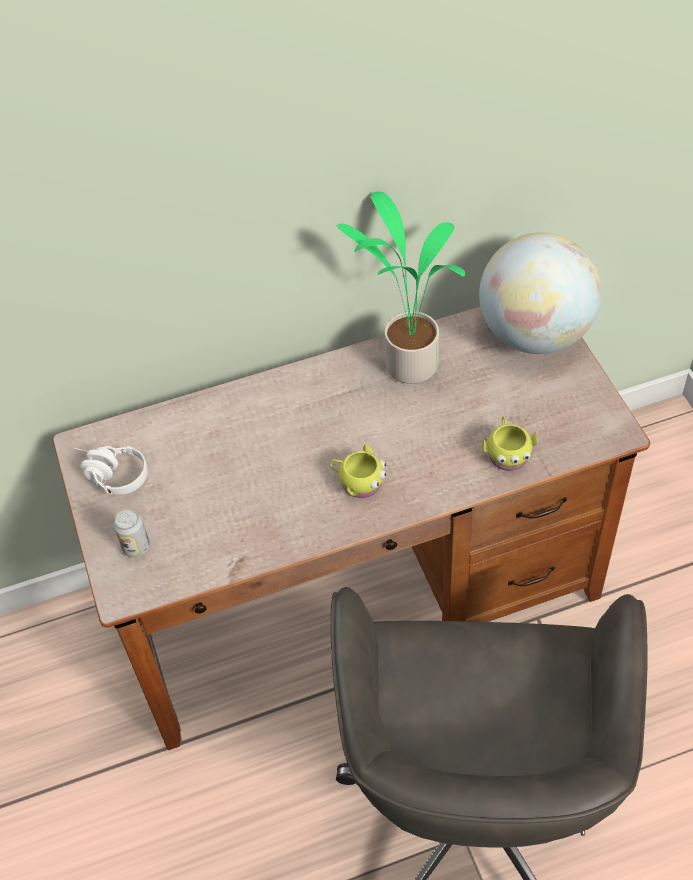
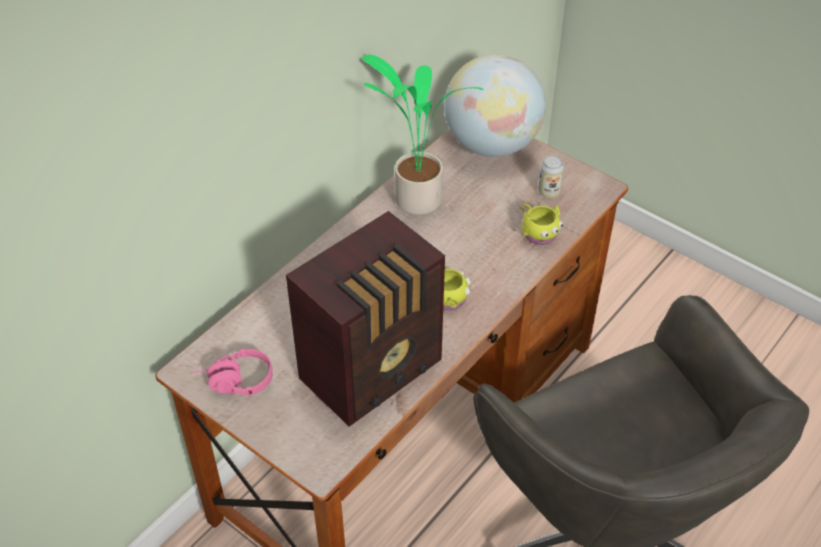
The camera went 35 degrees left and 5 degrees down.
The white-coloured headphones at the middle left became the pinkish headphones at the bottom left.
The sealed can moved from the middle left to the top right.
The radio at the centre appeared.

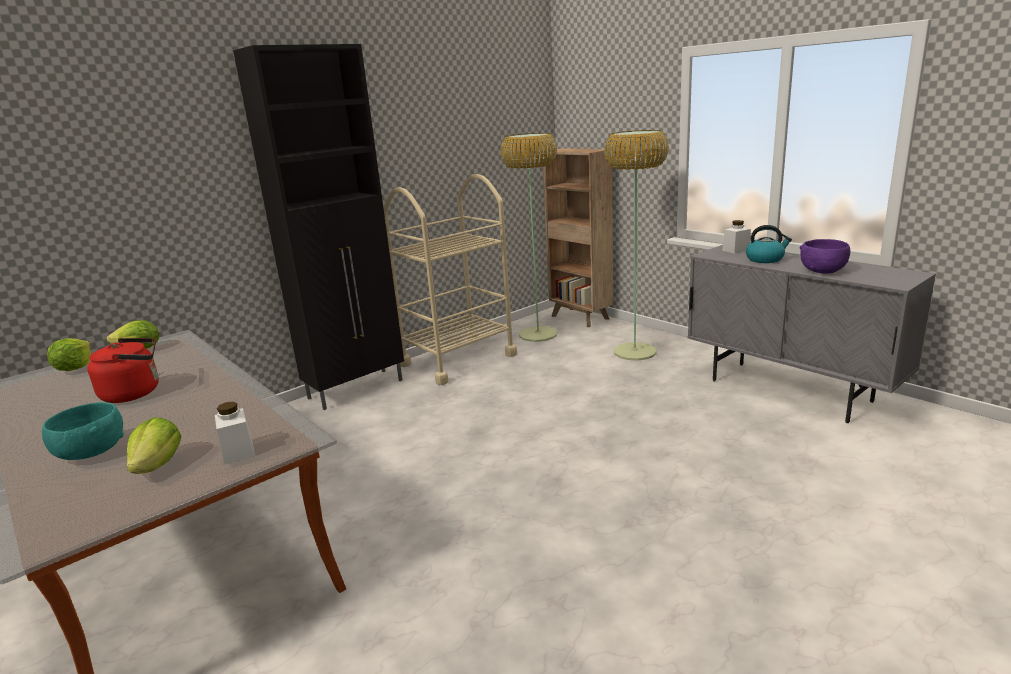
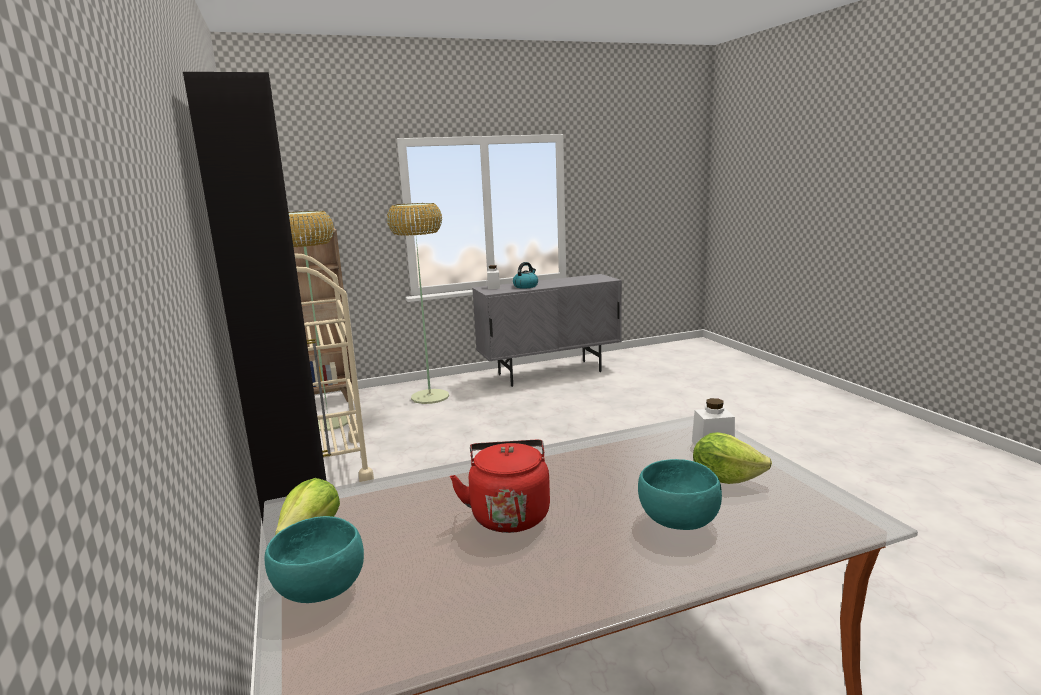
The camera went 70 degrees left and 5 degrees down.
The lettuce (1st from left) at the middle left was replaced by the turquoise deep dish (1st from left) at the bottom left.
The purplish deep dish at the middle right disappeared.

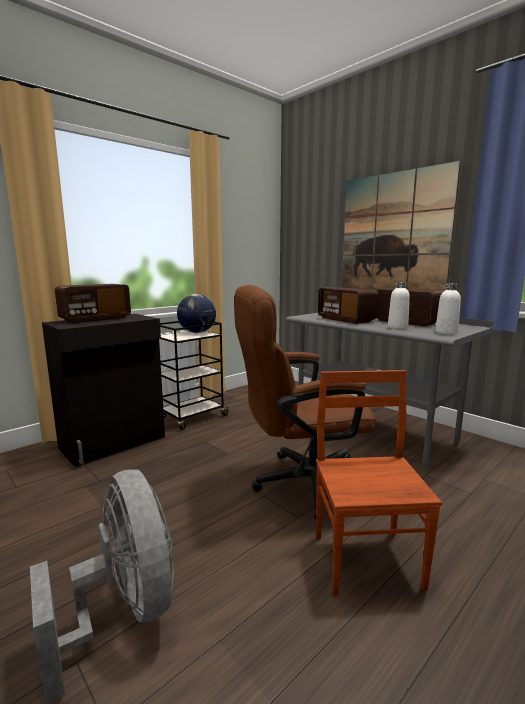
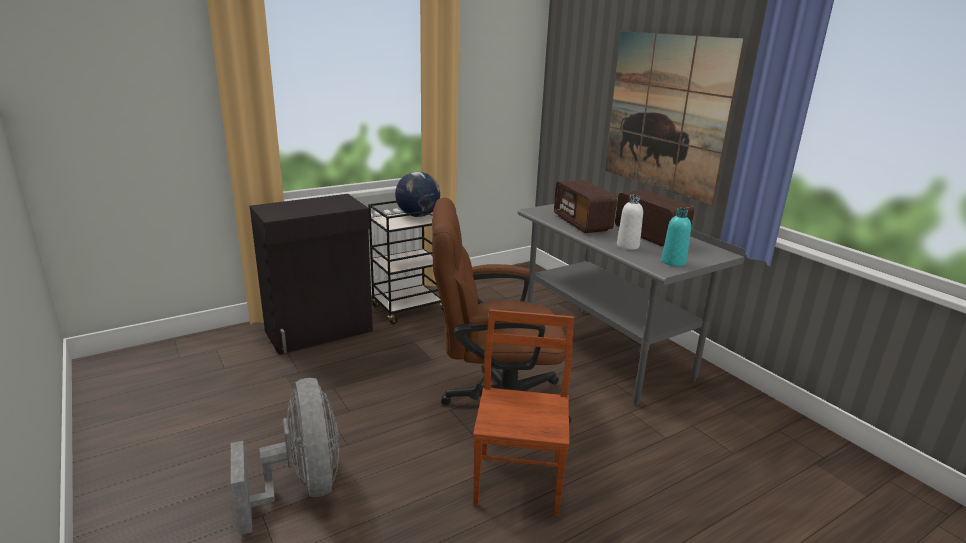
The camera went 10 degrees right and 10 degrees up.
The radio (1st from left) at the middle left disappeared.
The white-coloured beverage bottle (2nd from left) at the middle right became the turquoise beverage bottle at the middle right.

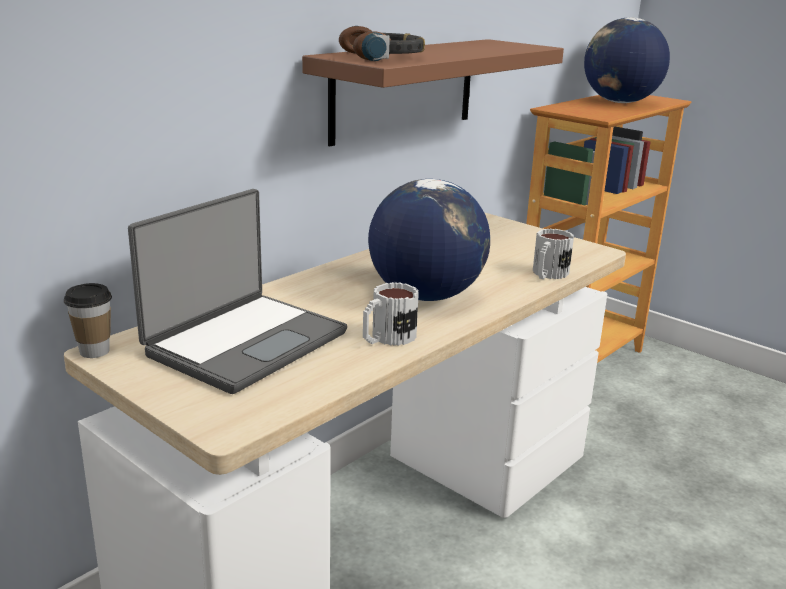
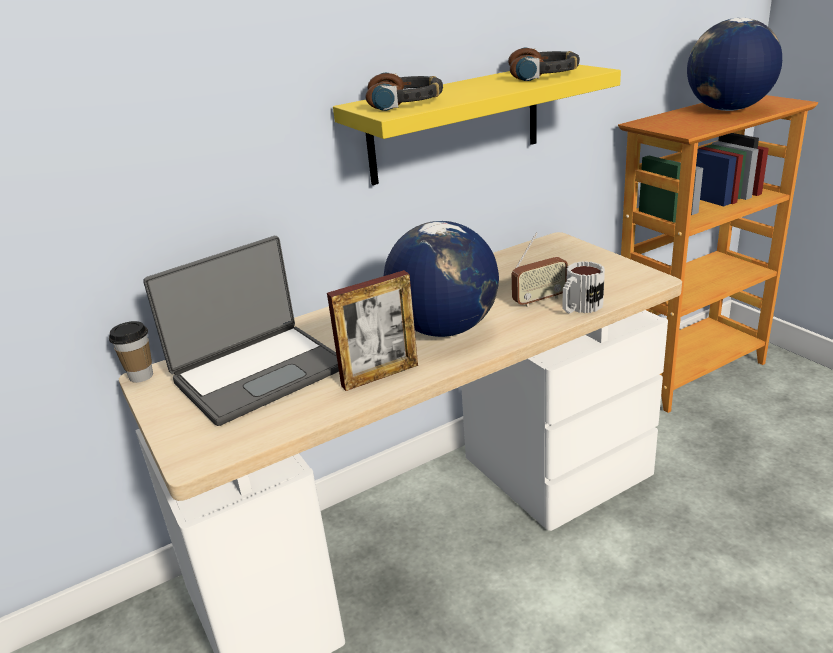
The camera went 20 degrees right and 5 degrees up.
The brown-coloured bracket shelf at the top centre became the yellow-coloured bracket shelf at the top centre.
The mug (1st from left) at the centre was replaced by the standing frame at the centre.
The headphones (2nd from left) at the top centre appeared.
The radio at the centre appeared.

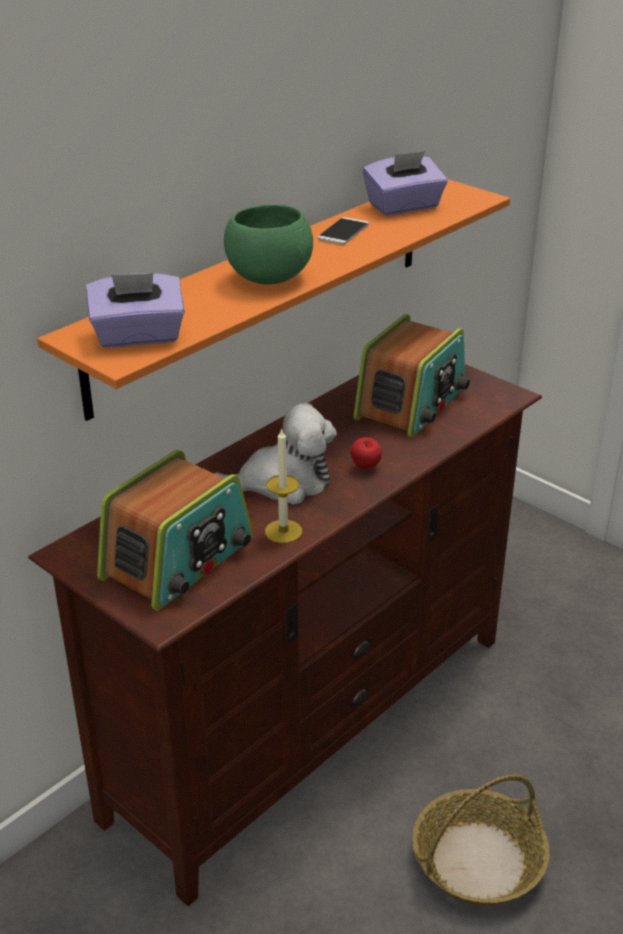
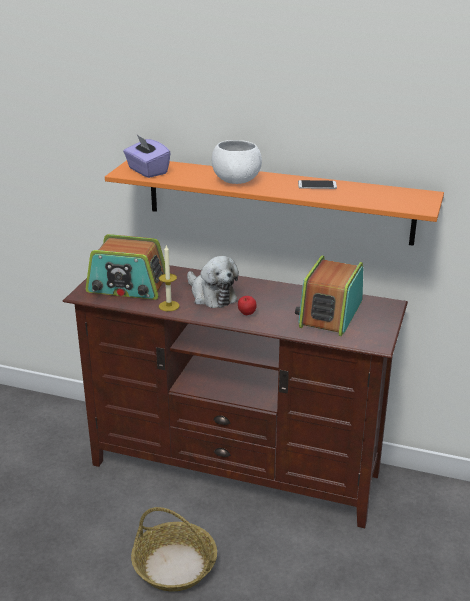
The camera went 65 degrees right and 5 degrees down.
The greenish deep dish at the top centre became the white-coloured deep dish at the top centre.
The radio (2nd from left) at the centre turned 105 degrees clockwise.
The purplish box of tissues (2nd from left) at the top centre disappeared.

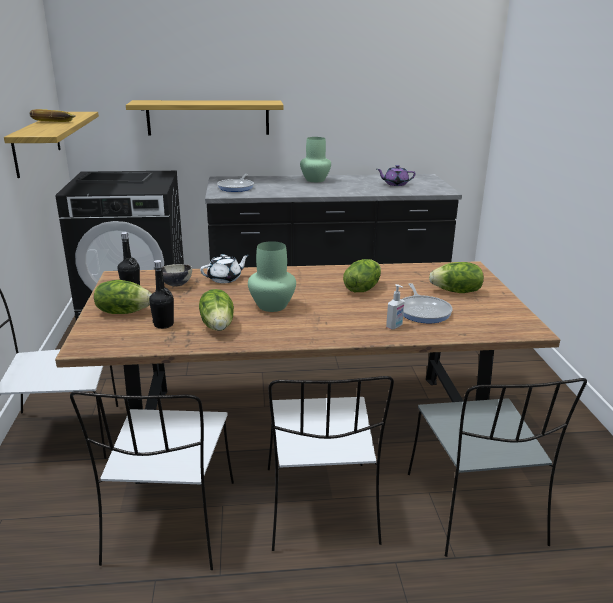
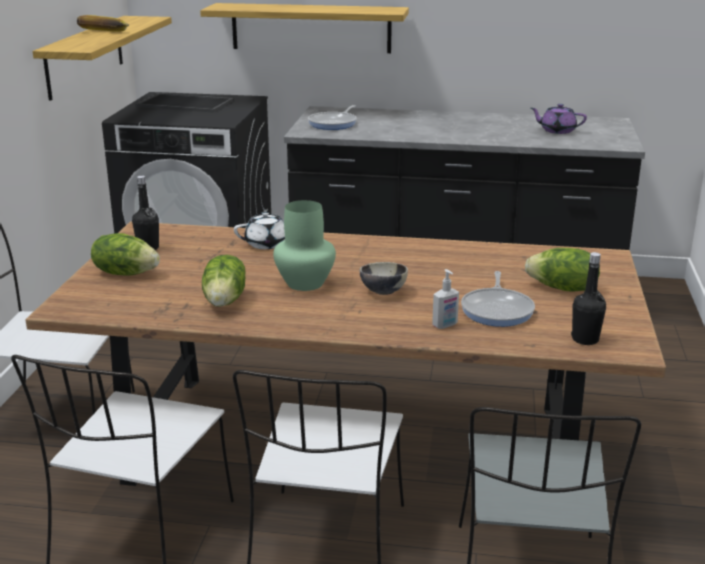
The camera went 15 degrees right and 0 degrees up.
The black-coloured beverage bottle (2nd from left) moved from the middle left to the middle right.
The deep dish moved from the middle left to the centre.
The greenish flower vase (2nd from left) at the top centre disappeared.
The lettuce (3rd from left) at the centre disappeared.

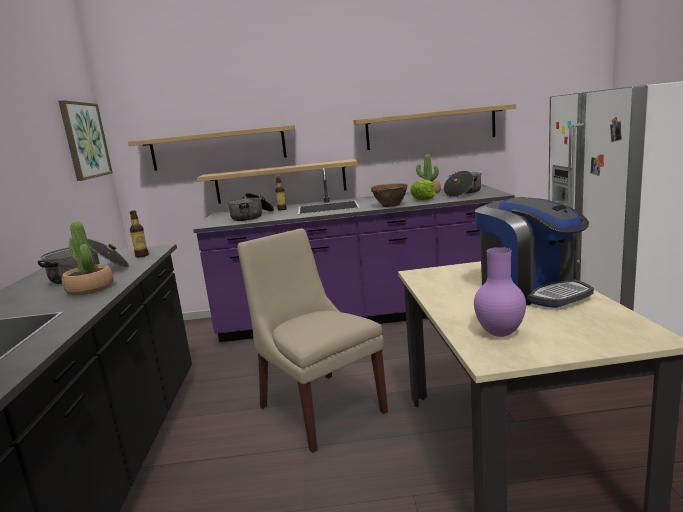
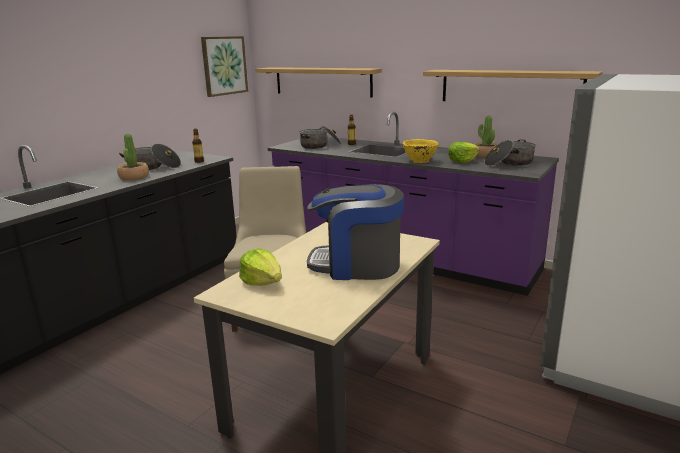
The camera went 35 degrees right and 5 degrees up.
The bracket shelf (2nd from left) at the centre disappeared.
The brown-coloured deep dish at the centre became the yellow-coloured deep dish at the centre.
The purplish flower vase at the middle right was replaced by the lettuce (1st from left) at the centre.
The coffee brewer at the middle right turned 90 degrees clockwise.

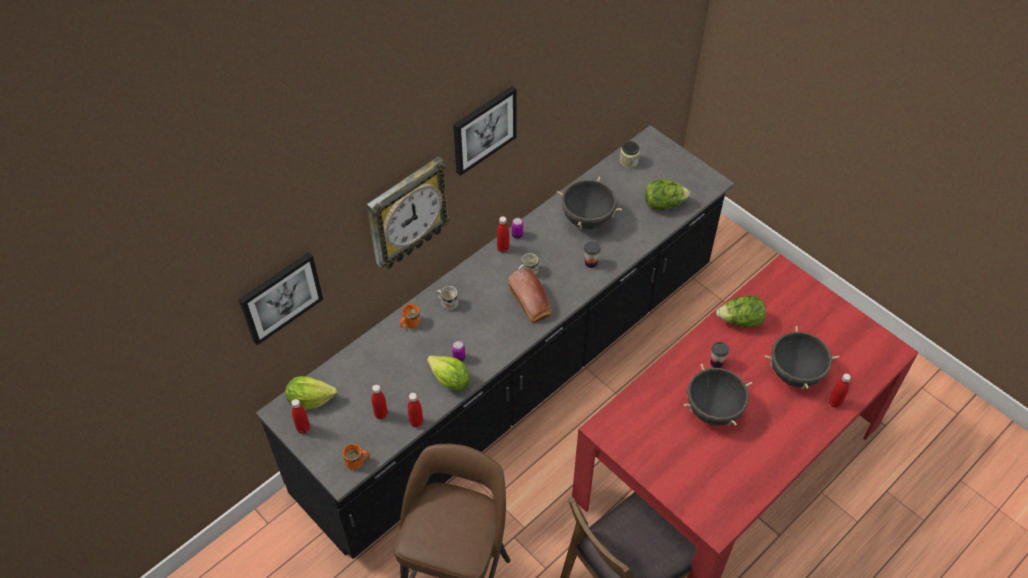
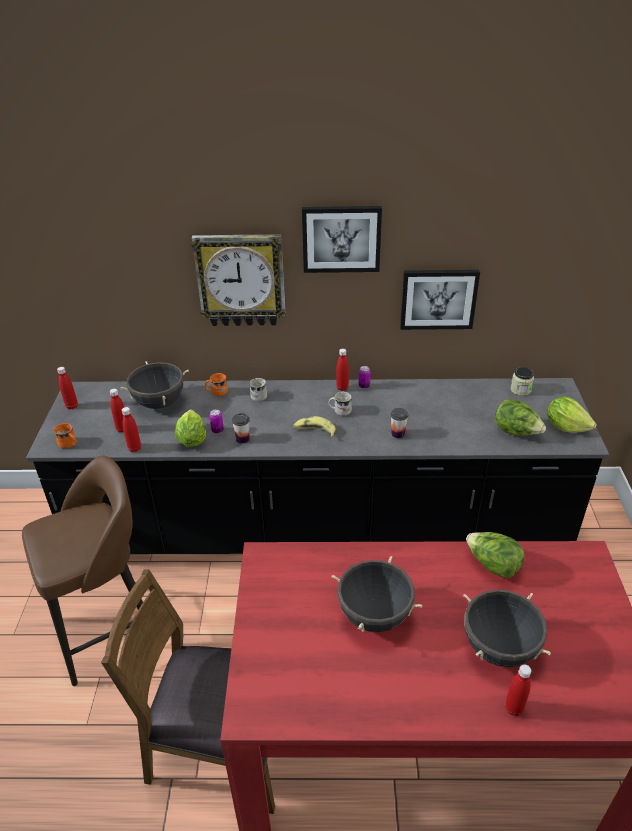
The camera went 45 degrees right and 15 degrees down.
The wall art (1st from left in the first image) moved from the middle left to the middle right.
The lettuce (1st from left in the first image) moved from the bottom left to the middle right.
The bakery bread at the centre was replaced by the banana at the centre.
The black-coloured cooking pot (1st from left) moved from the centre to the middle left.
The cup (2nd from left in the first image) moved from the middle right to the centre.

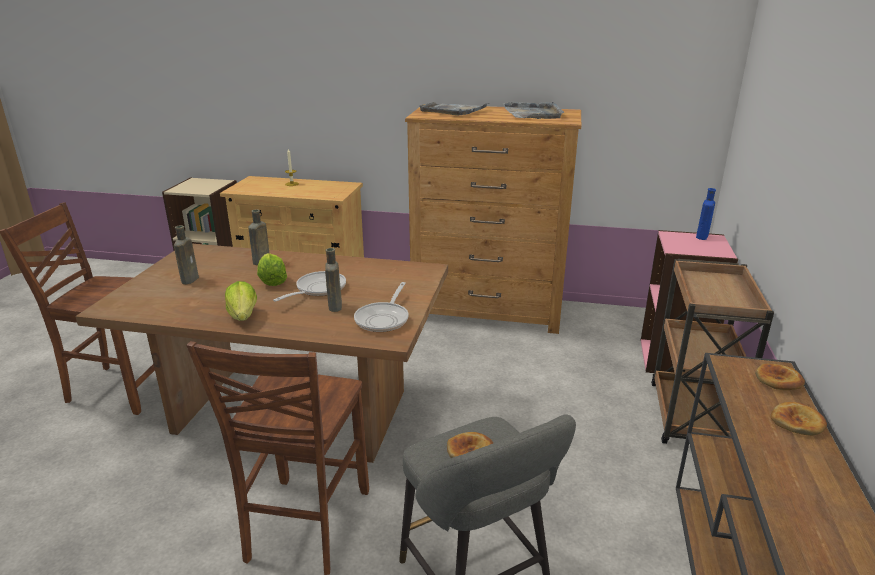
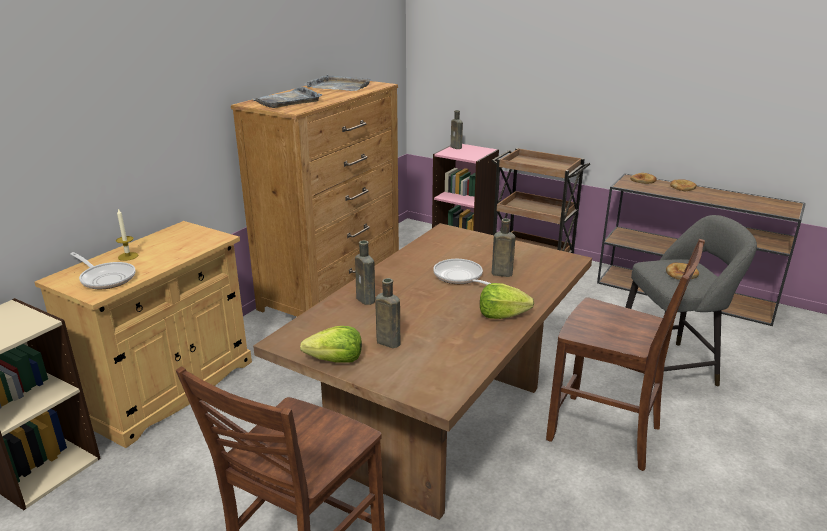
The camera went 70 degrees left and 0 degrees up.
The lettuce (2nd from left in the first image) moved from the middle left to the centre.
The frying pan (2nd from left in the first image) moved from the centre to the middle left.
The bluish beverage bottle at the middle right became the brown-coloured beverage bottle (3rd from left) at the top centre.

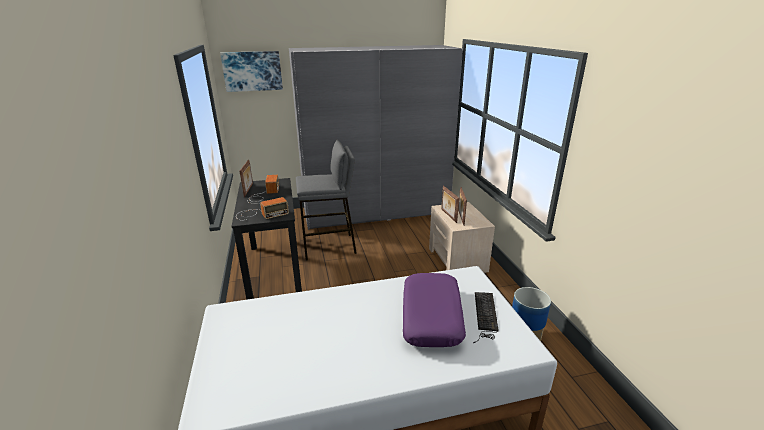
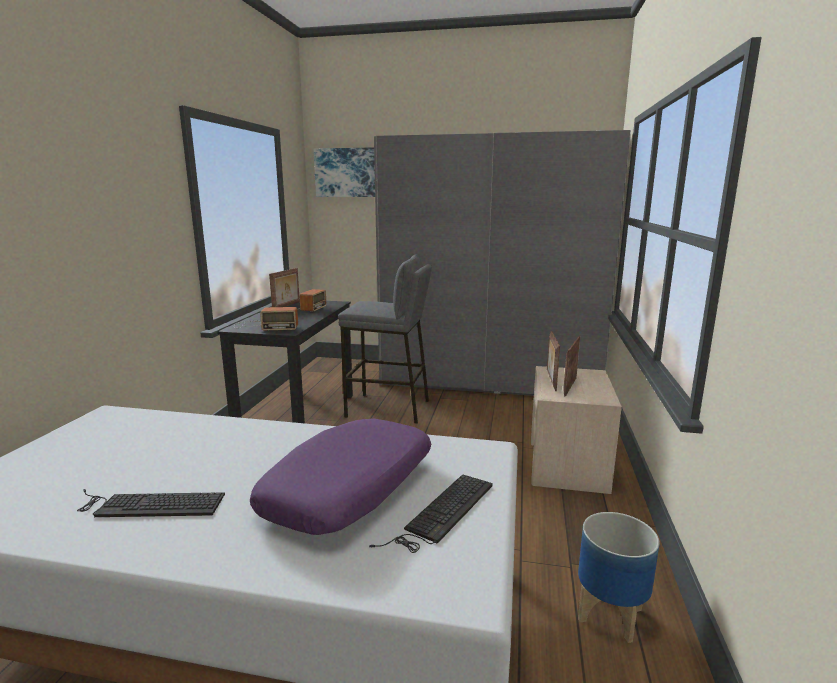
The camera went 25 degrees right and 10 degrees down.
The keyboard (1st from left) at the bottom left appeared.

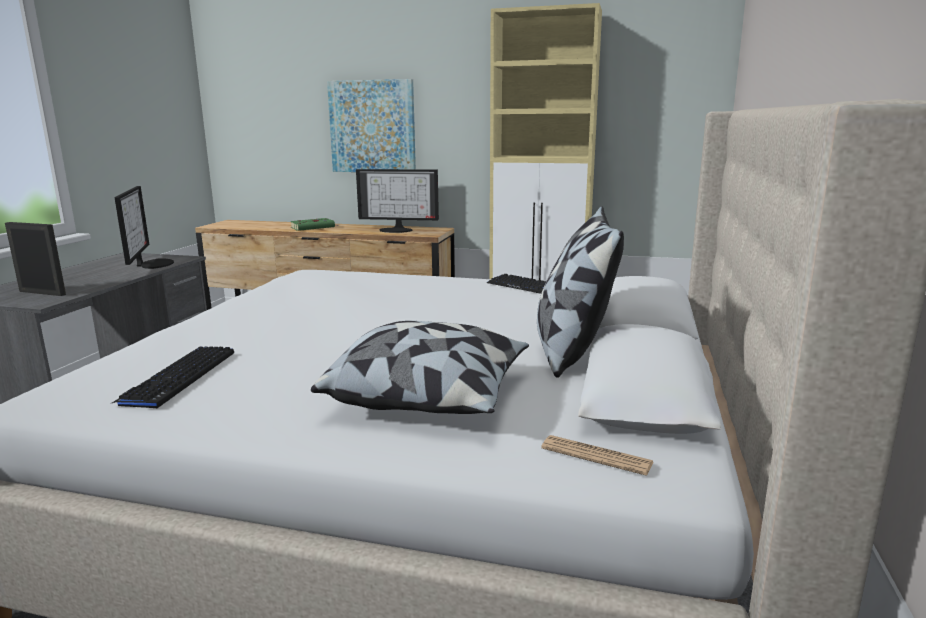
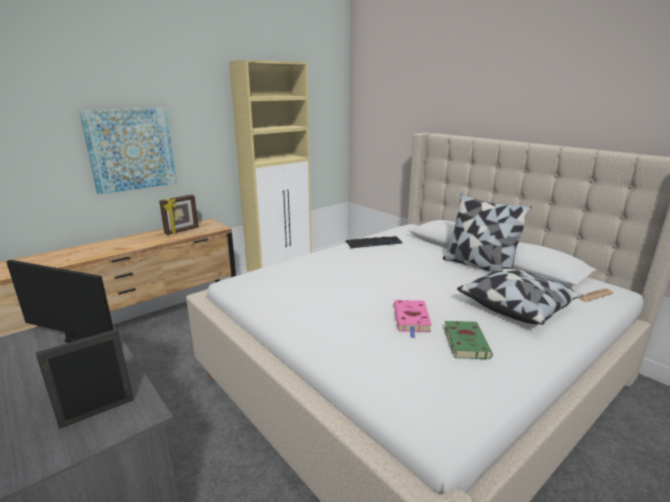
The camera went 55 degrees left and 5 degrees up.
The keyboard (1st from left) at the middle left disappeared.
The greenish bound book moved from the centre to the bottom right.
The computer display (2nd from left) at the top centre was replaced by the standing frame (2nd from left) at the middle left.
The pinkish bound book at the centre appeared.

